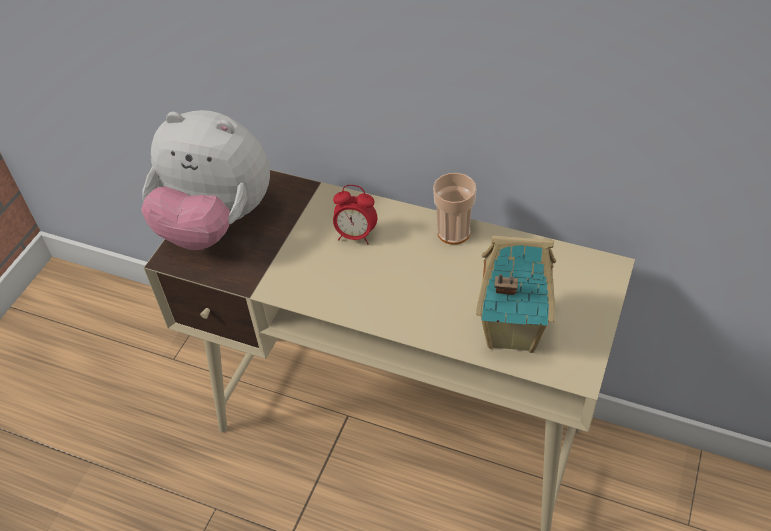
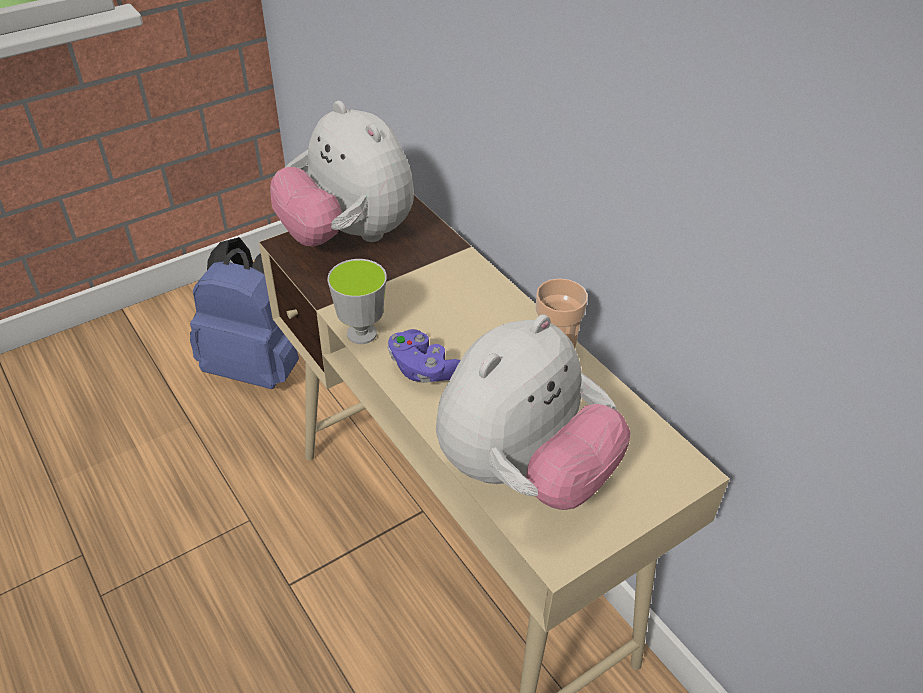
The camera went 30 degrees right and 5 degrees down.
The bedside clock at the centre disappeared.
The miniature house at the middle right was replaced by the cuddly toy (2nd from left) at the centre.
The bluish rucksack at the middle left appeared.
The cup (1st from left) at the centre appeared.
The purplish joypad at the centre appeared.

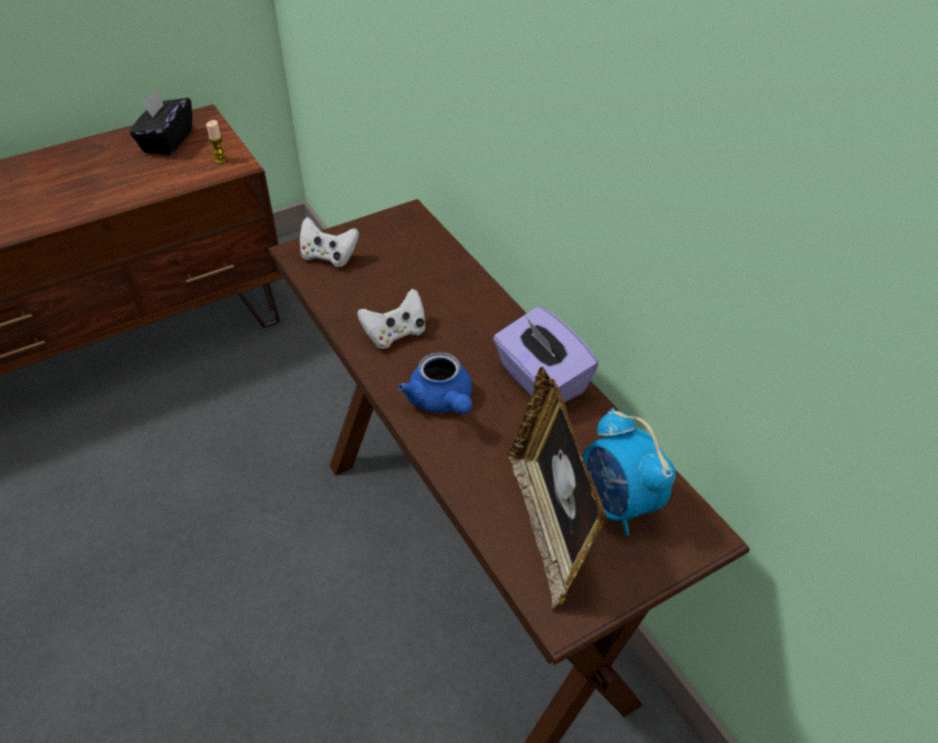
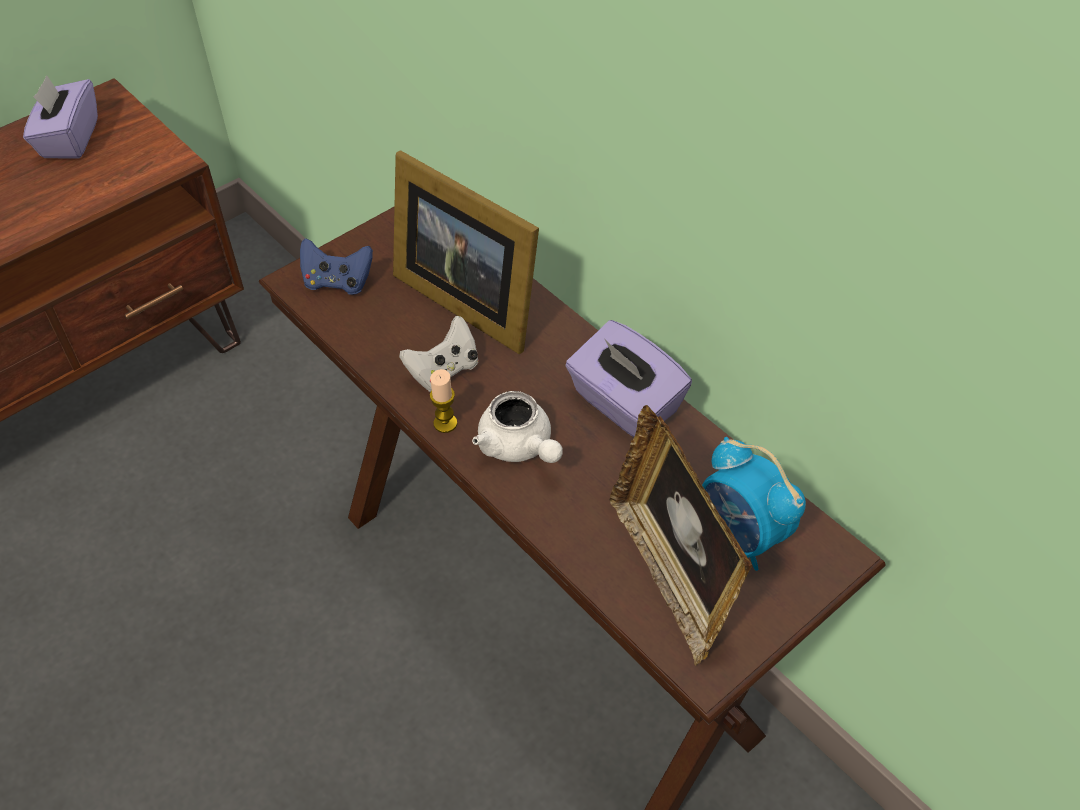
The camera went 10 degrees left and 5 degrees up.
The black-coloured box of tissues at the top left became the purplish box of tissues (1st from left) at the top left.
The candle moved from the top left to the centre.
The white-coloured joypad (1st from left) at the top centre became the bluish joypad at the top left.
The bluish tea pot at the centre became the white-coloured tea pot at the centre.
The standing frame (1st from left) at the top centre appeared.

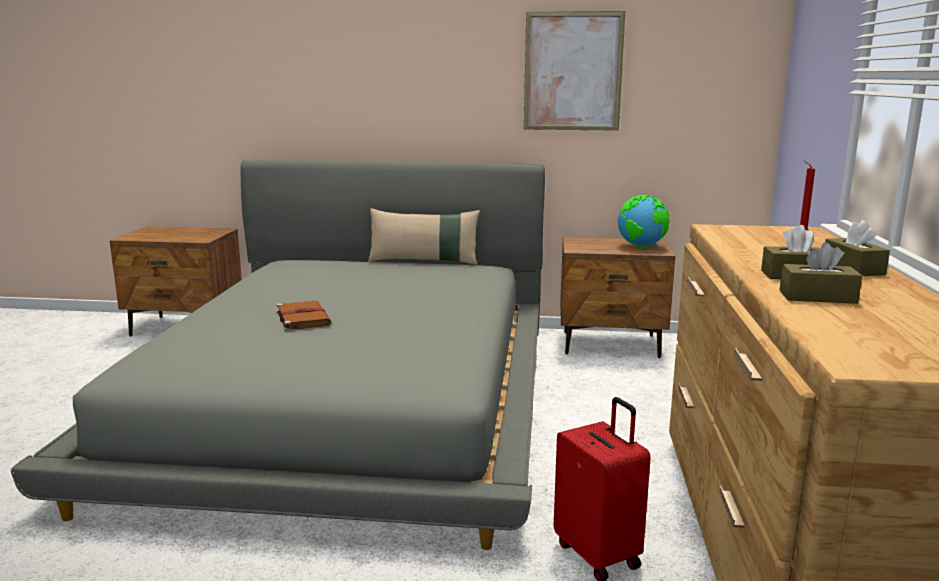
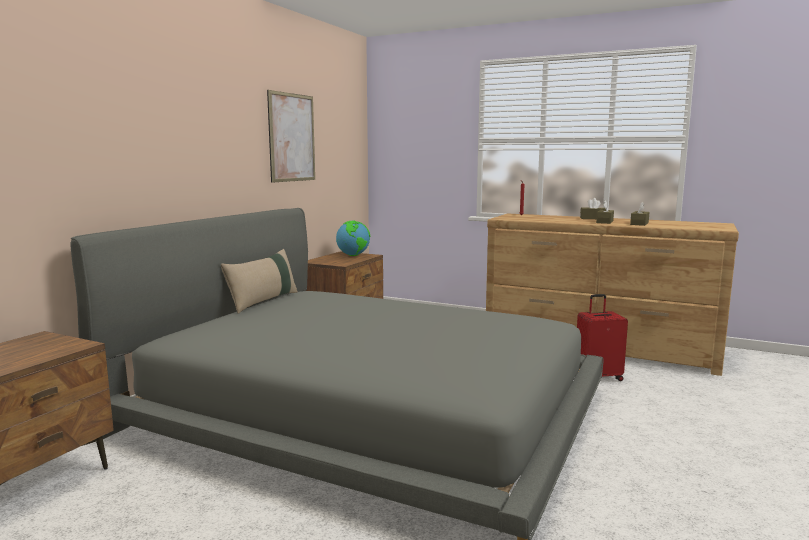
The camera went 70 degrees left and 5 degrees down.
The brown-coloured bound book at the middle left disappeared.

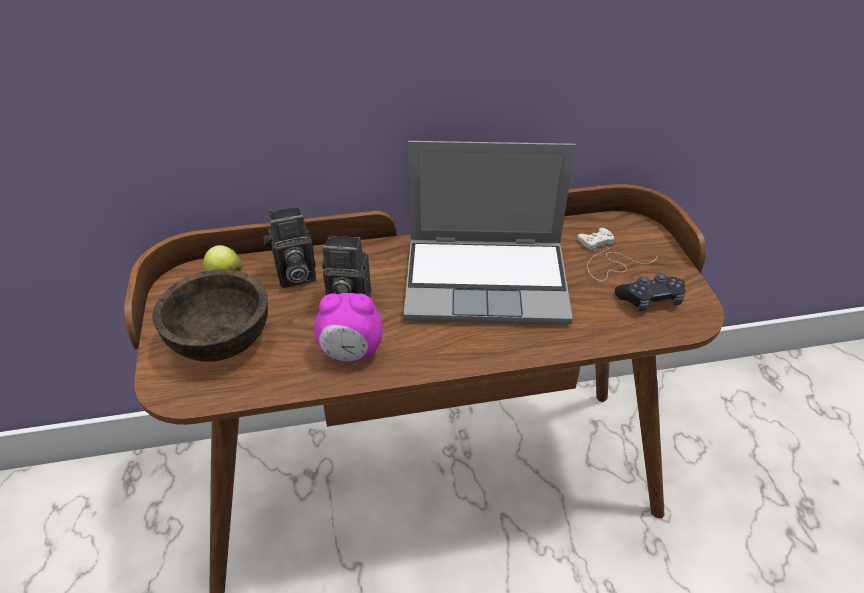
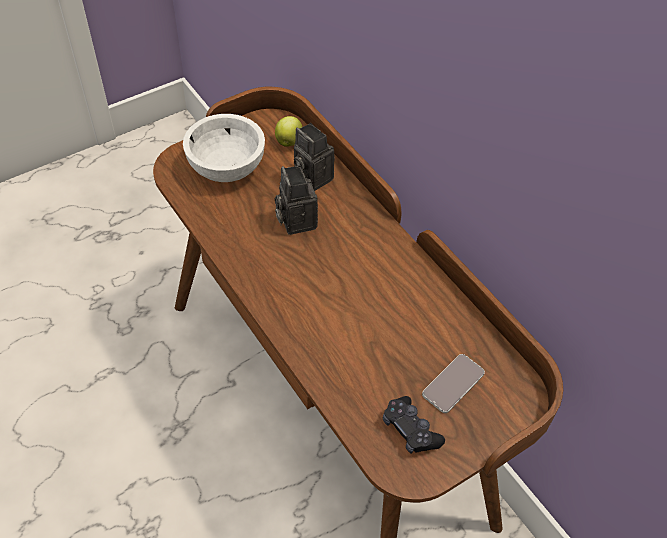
The camera went 65 degrees right and 10 degrees up.
The brown-coloured deep dish at the middle left became the white-coloured deep dish at the top centre.
The bedside clock at the centre disappeared.
The laptop at the centre disappeared.
The white-coloured joypad at the middle right was replaced by the phone at the bottom right.

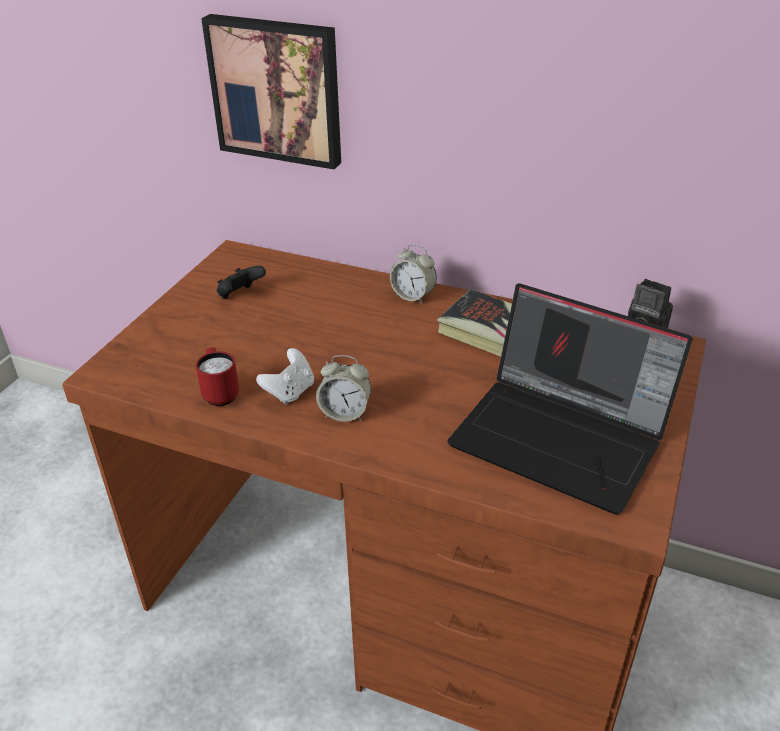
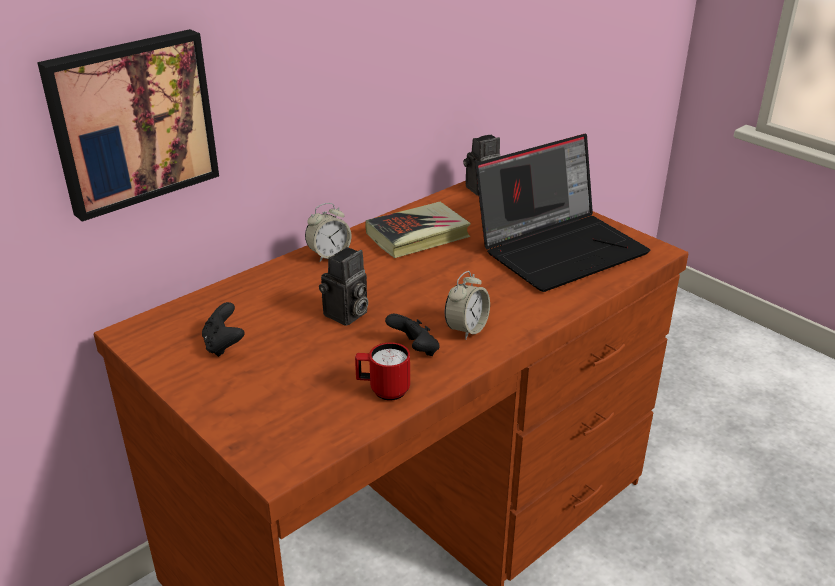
The camera went 65 degrees left and 5 degrees down.
The white-coloured joypad at the centre became the black-coloured joypad (2nd from left) at the centre.
The still camera (1st from left) at the centre appeared.

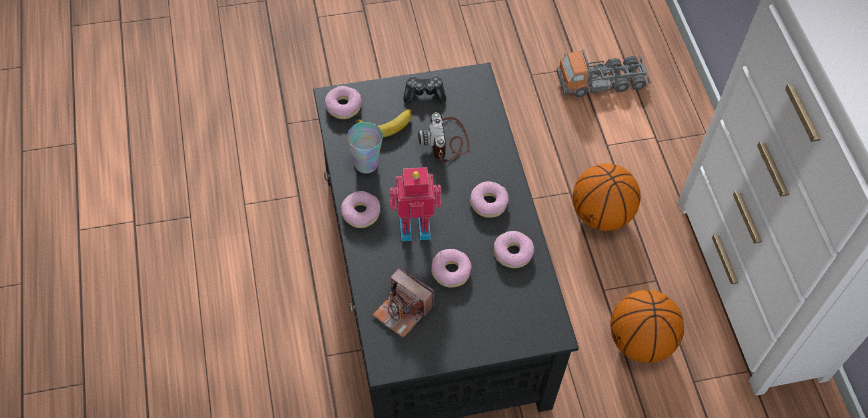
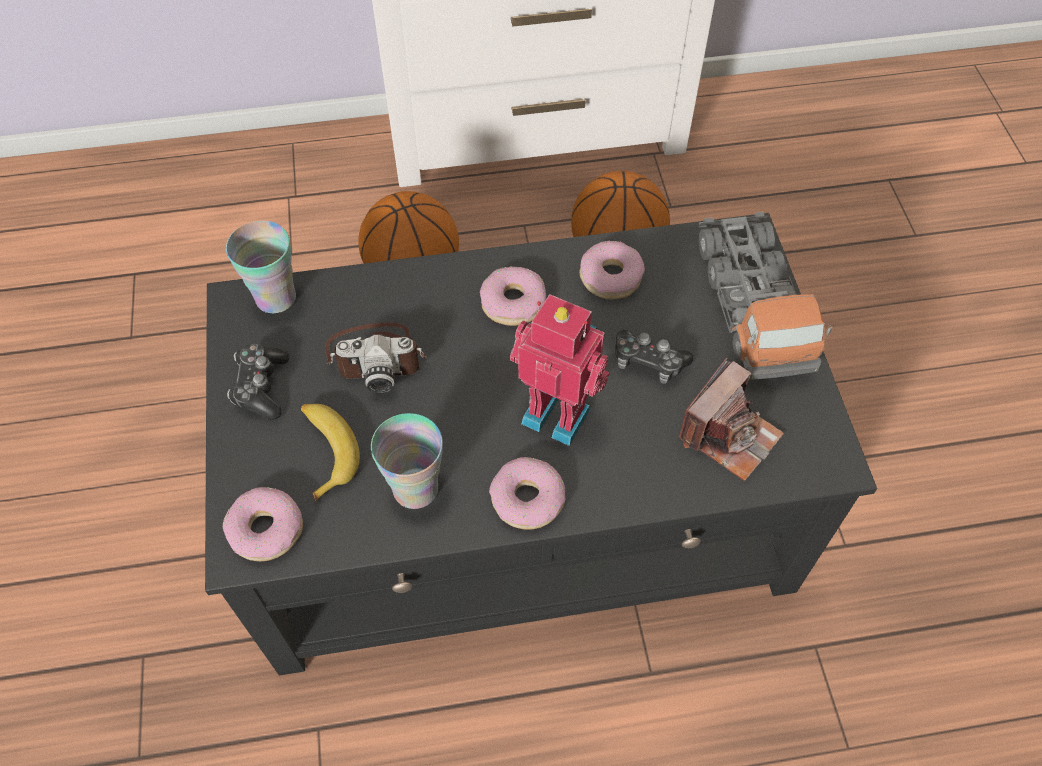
The camera went 85 degrees left and 0 degrees up.
The model robot at the centre turned 120 degrees clockwise.
The doughnut (3rd from left) at the centre was replaced by the joypad (2nd from left) at the centre.
The toy lorry moved from the top right to the middle right.
The cup (1st from left) at the middle left appeared.

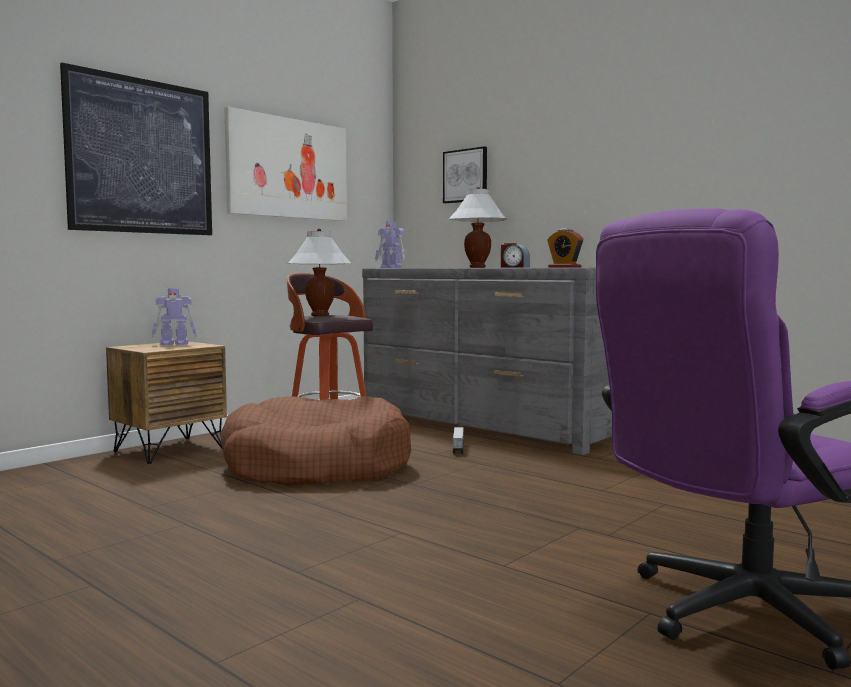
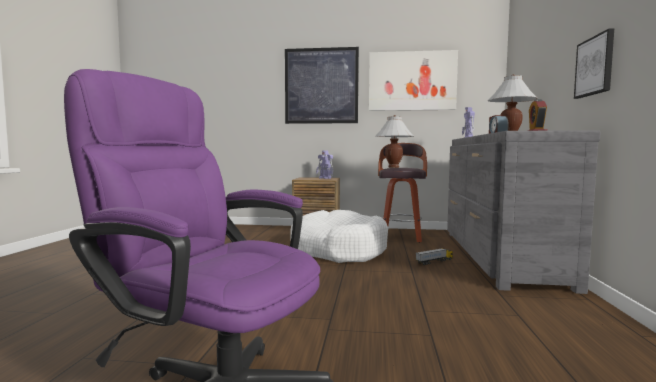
The camera went 55 degrees right and 0 degrees up.
The brown-coloured pet bed at the centre became the white-coloured pet bed at the centre.
The wall art (3rd from left) moved from the top centre to the top right.

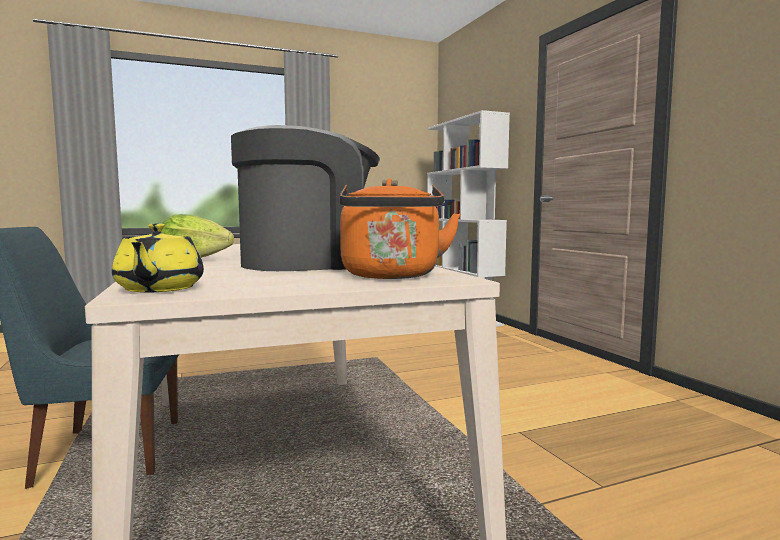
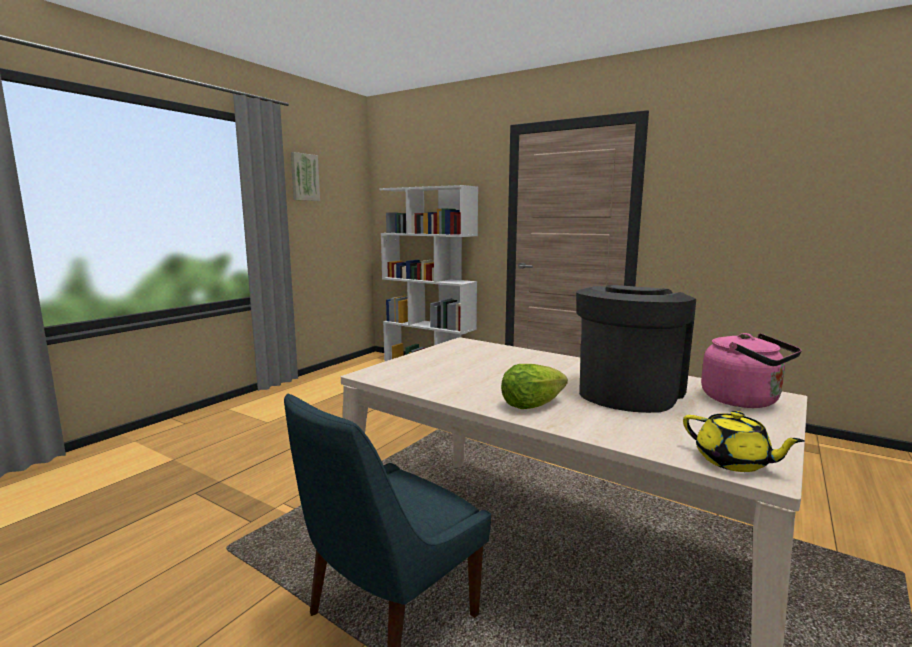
The camera went 35 degrees left and 5 degrees up.
The orangey water kettle at the centre became the pinkish water kettle at the middle right.
The wall art at the top centre appeared.

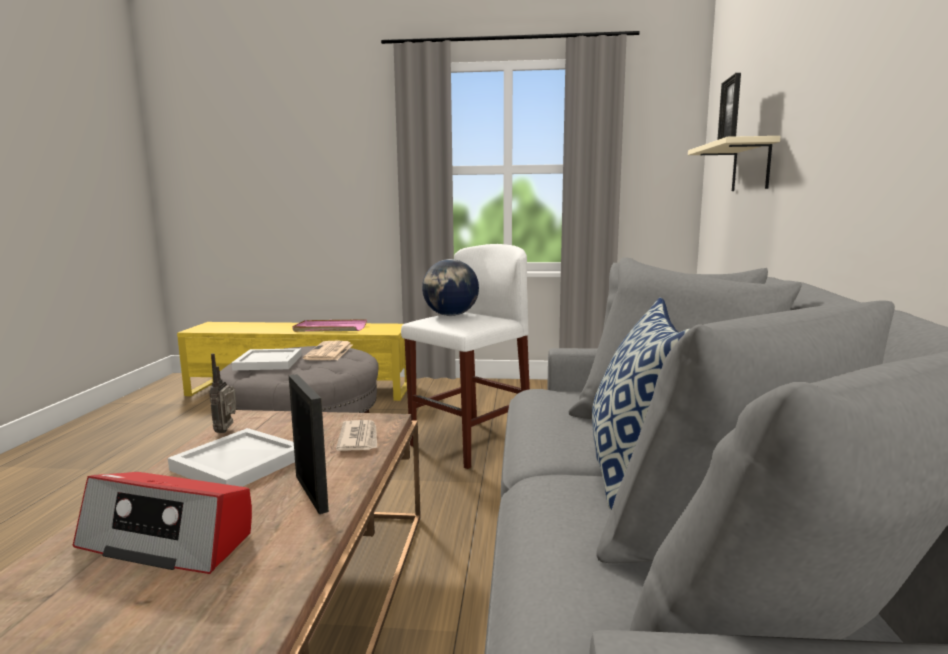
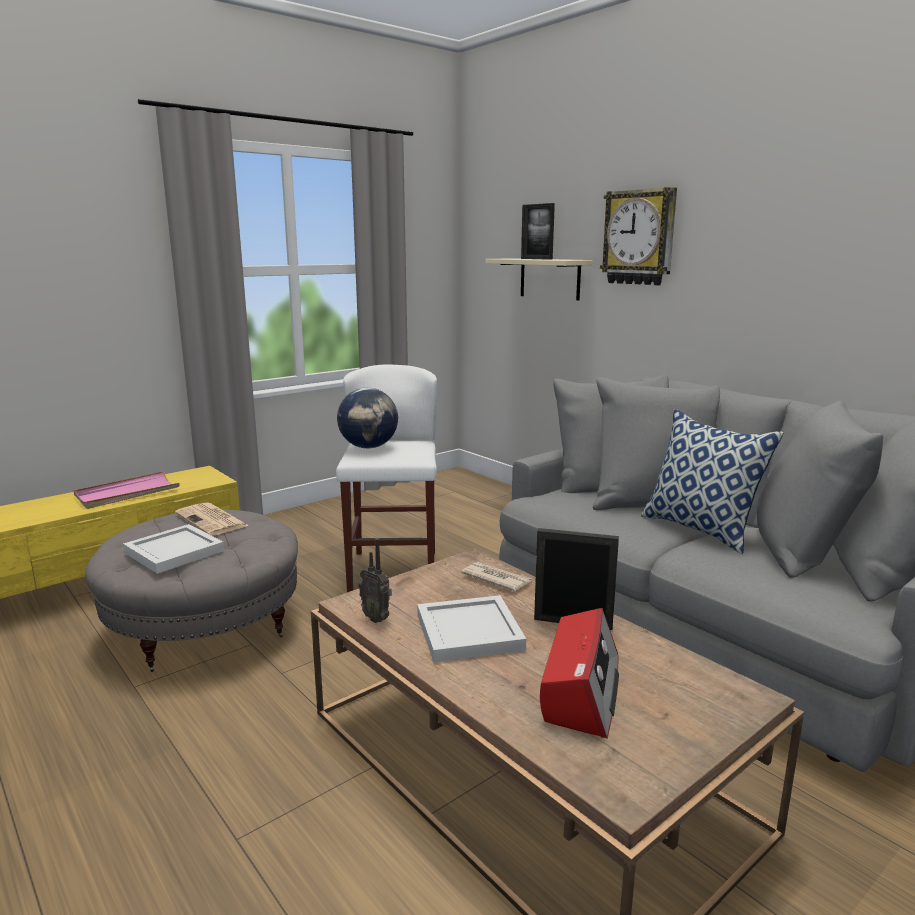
The camera went 45 degrees left and 5 degrees up.
The radio (1st from left in the first image) at the bottom left turned 45 degrees counterclockwise.
The wall clock at the top right appeared.

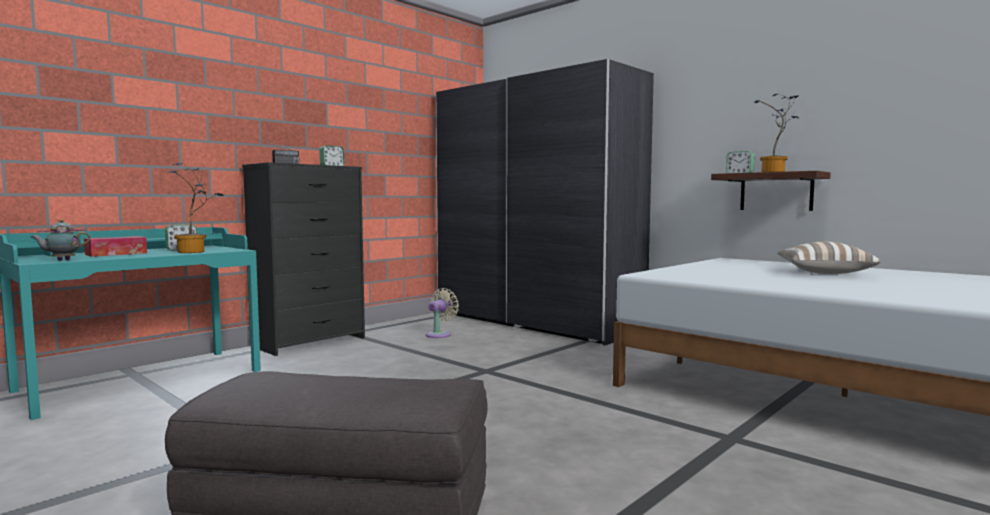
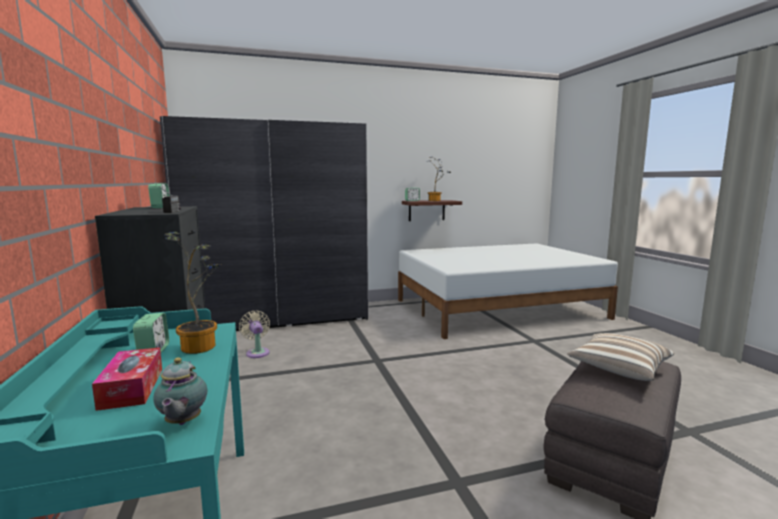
The camera went 60 degrees left and 5 degrees up.
The pillow moved from the middle right to the bottom right.

